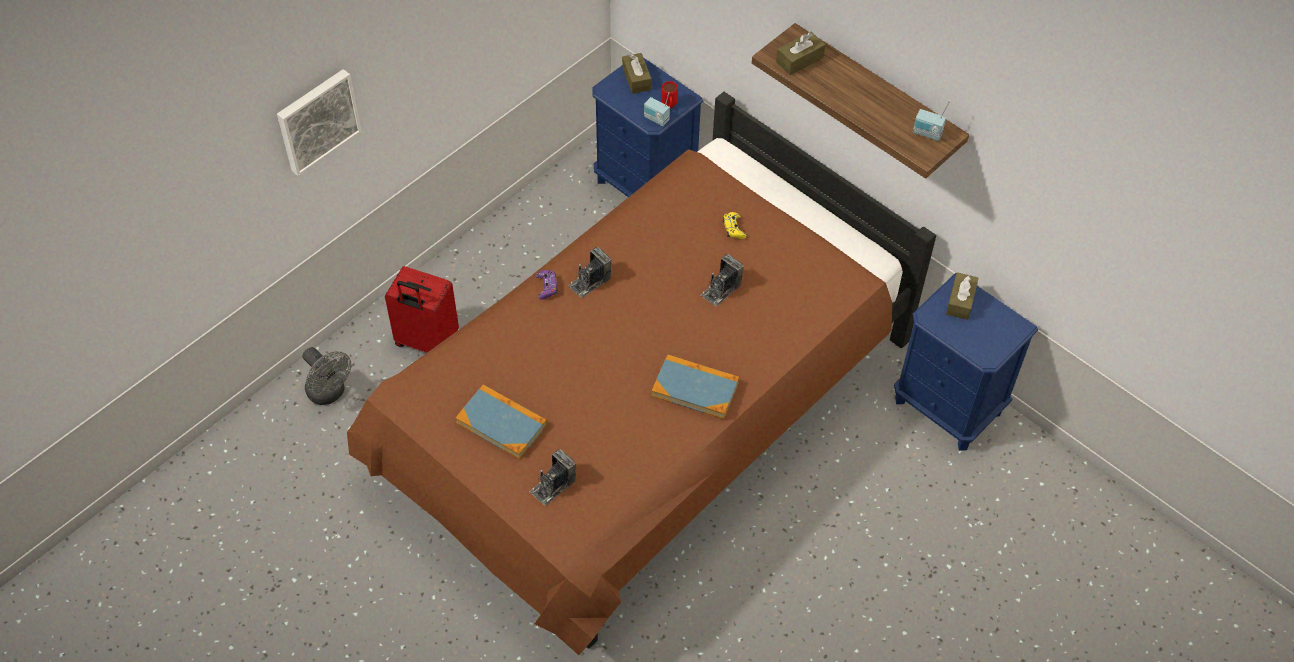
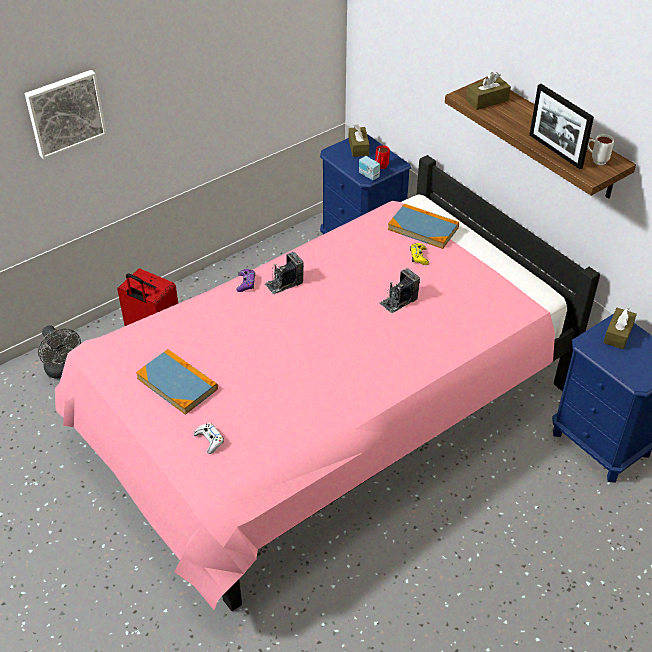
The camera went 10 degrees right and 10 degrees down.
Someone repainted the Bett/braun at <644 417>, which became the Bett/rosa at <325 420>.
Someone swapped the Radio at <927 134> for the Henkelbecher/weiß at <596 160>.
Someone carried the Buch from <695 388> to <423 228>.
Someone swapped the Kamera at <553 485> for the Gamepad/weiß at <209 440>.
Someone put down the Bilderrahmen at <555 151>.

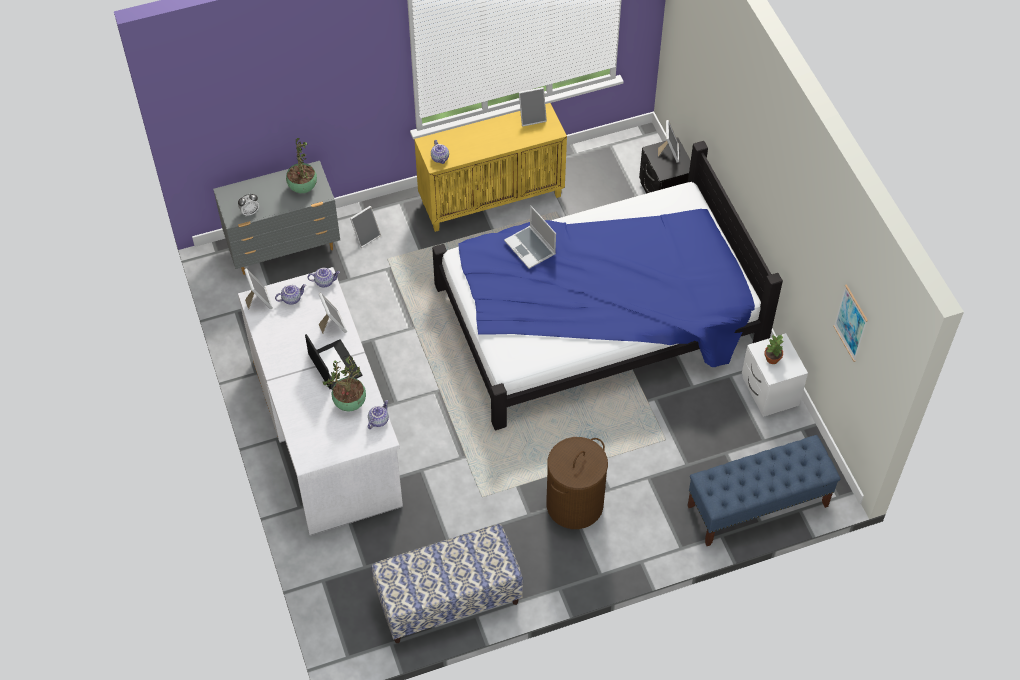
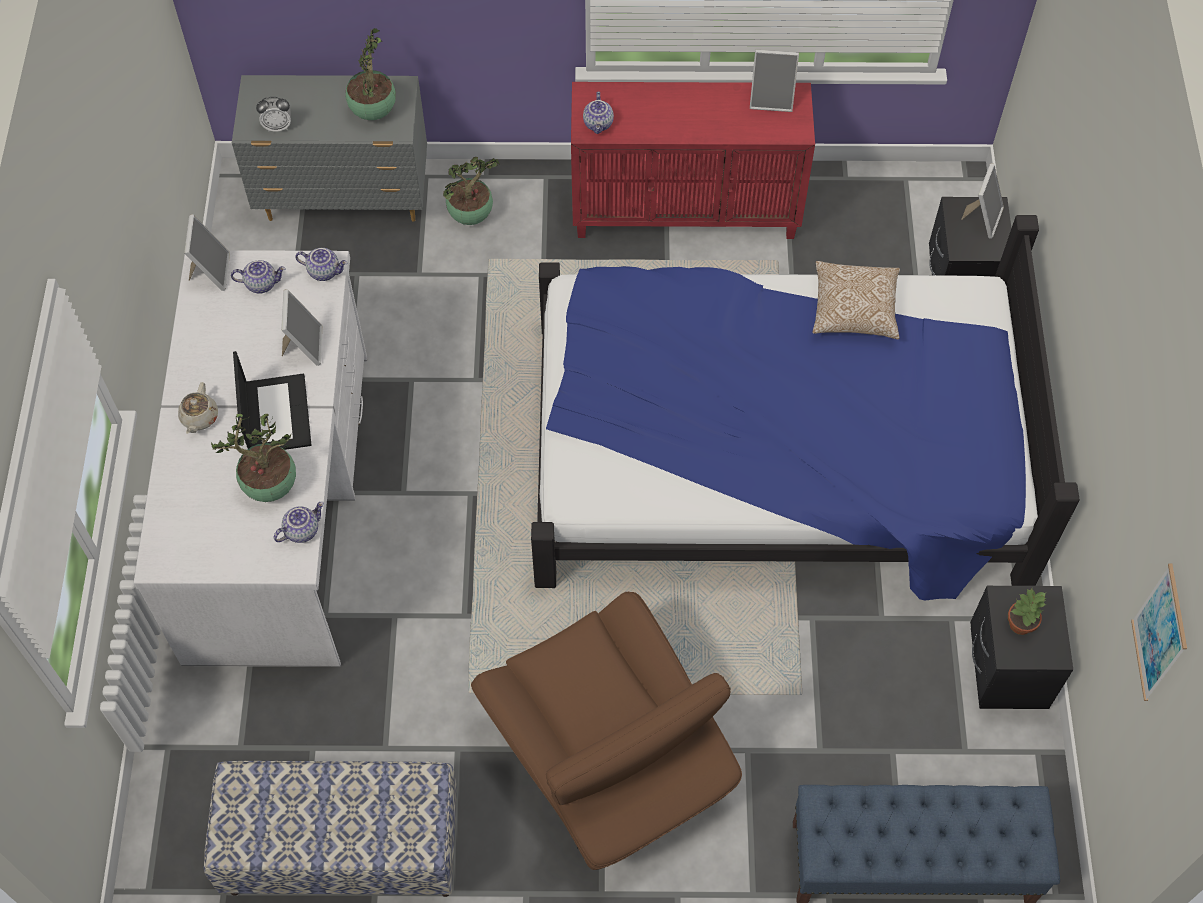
The camera went 20 degrees right and 5 degrees up.
Someone repainted the Schrank/gelb at <492 198>, which became the Schrank/rot at <686 211>.
Someone took away the Laptop at <531 248>.
Someone swapped the Bilderrahmen at <366 236> for the Topfpflanze at <472 215>.
Someone repainted the Nachttisch/weiß at <768 392>, which became the Nachttisch/schwarz at <1005 668>.
Someone swapped the Wäschekorb/braun at <574 505> for the Sessel/braun at <609 757>.
Someone put down the Kissen at <854 309>.
Someone put down the Teekanne/beige at <199 418>.

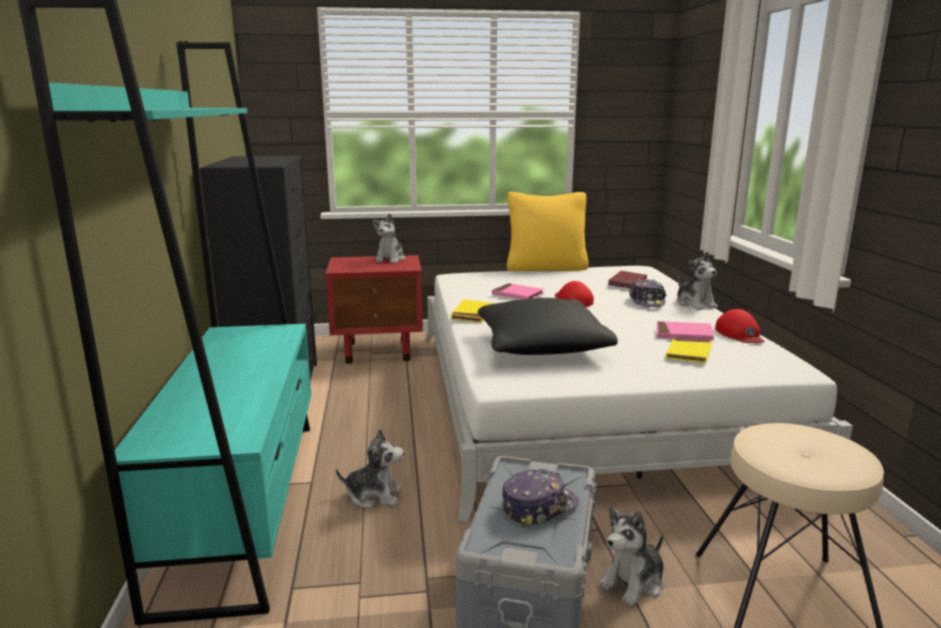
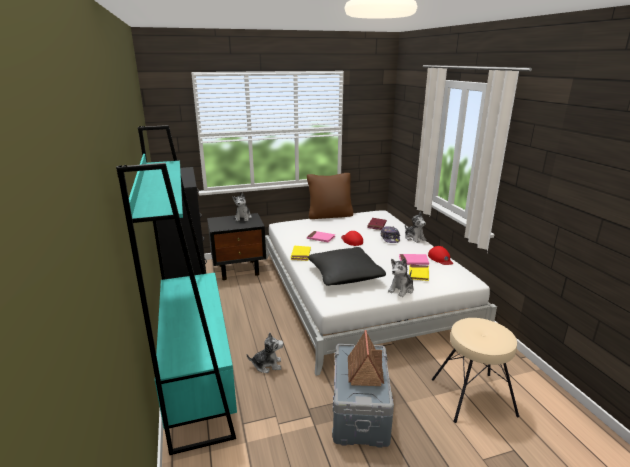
The camera went 10 degrees left and 5 degrees up.
Someone repainted the Kissen/gelb at <546 268>, which became the Kissen/braun at <329 215>.
Someone repainted the Nachttisch/rot at <379 351>, which became the Nachttisch/schwarz at <239 270>.
Someone swapped the Kappe at <538 506> for the Spielzeughaus at <364 371>.
Someone carried the Plüschtier from <634 582> to <401 289>.

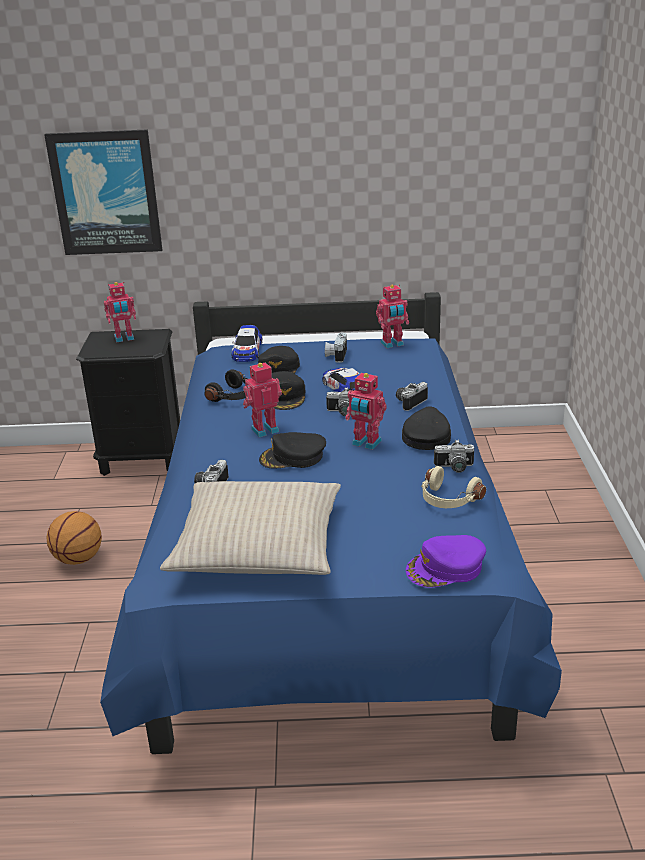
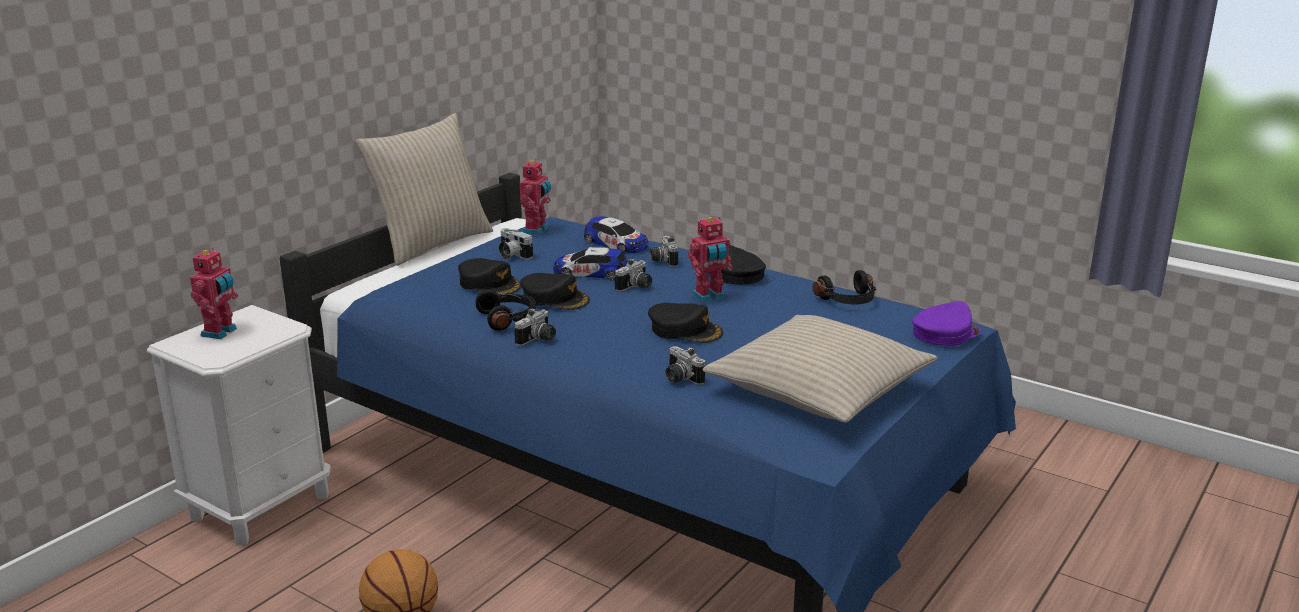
The camera went 55 degrees left and 5 degrees down.
Someone took away the Bild at <106 193>.
Someone carried the Spielzeugauto from <247 351> to <616 244>.
Someone repainted the Nachttisch/schwarz at <142 459>, which became the Nachttisch/weiß at <260 506>.
Someone took away the Spielzeugroboter at <264 429>.
Someone rotated the Kappe/schwarz at <293 457> by 90 degrees counterclockwise.
Someone carried the Kamera from <454 468> to <538 340>.
Someone repainted the Kopfhörer/beige at <448 500>, which became the Kopfhörer/schwarz at <848 301>.
Someone rotated the Kappe/lila at <446 568> by 135 degrees counterclockwise.
Someone put down the Kissen/beige at <431 244>.

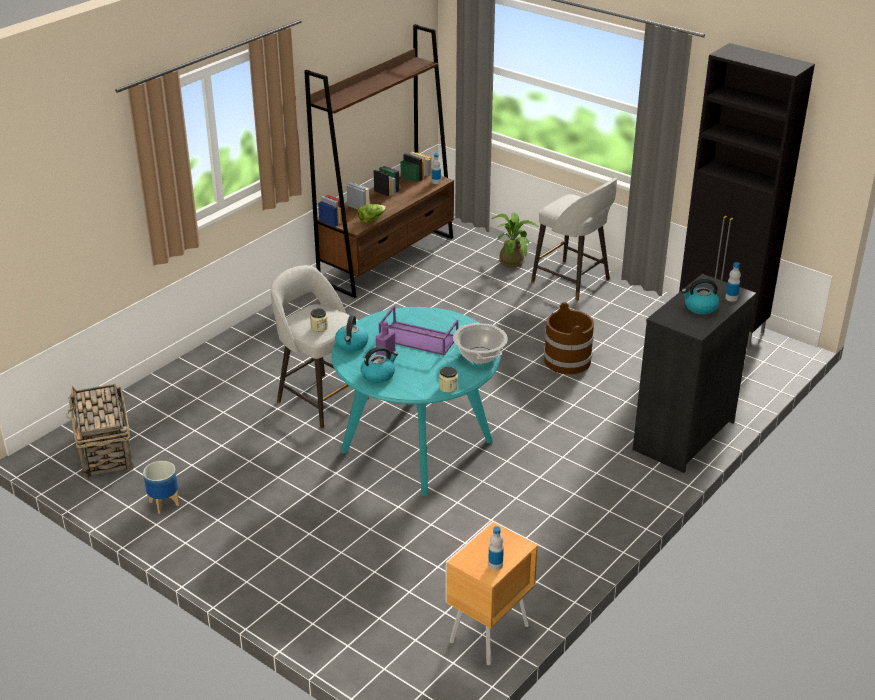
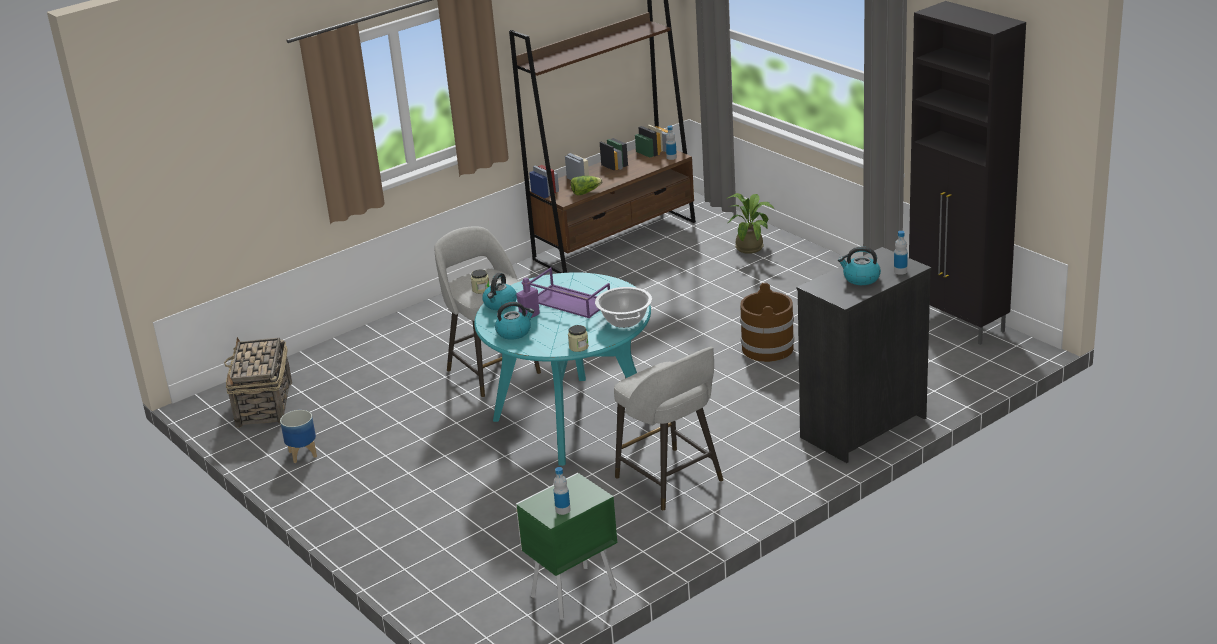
The camera went 15 degrees right and 5 degrees down.
Someone carried the Hocker/grau from <572 281> to <671 480>.
Someone repainted the Nachttisch/braun at <487 635>, which became the Nachttisch/grün at <571 593>.

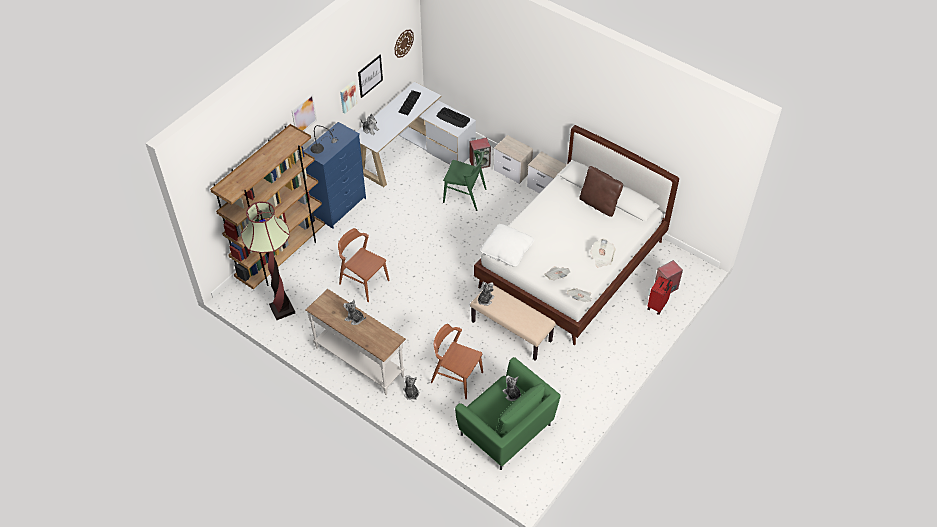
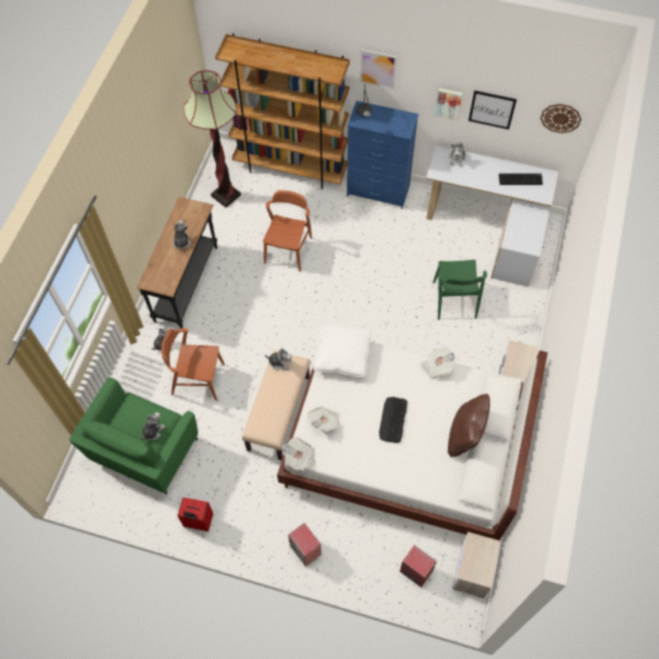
The camera went 70 degrees right and 10 degrees up.
Someone carried the Tastatur from <453 118> to <393 420>.
Someone carried the Nachttisch from <513 171> to <472 572>.
Someone carried the Lautsprecher from <480 163> to <306 550>.
Someone carried the Zeitung from <601 258> to <436 366>.
Someone carried the Koffer/rot from <657 306> to <198 522>.
Someone repainted the Konsolentisch/weiß at <360 361>, which became the Konsolentisch/schwarz at <187 284>.
Someone rotated the Stuhl/braun at <456 377> by 90 degrees counterclockwise.

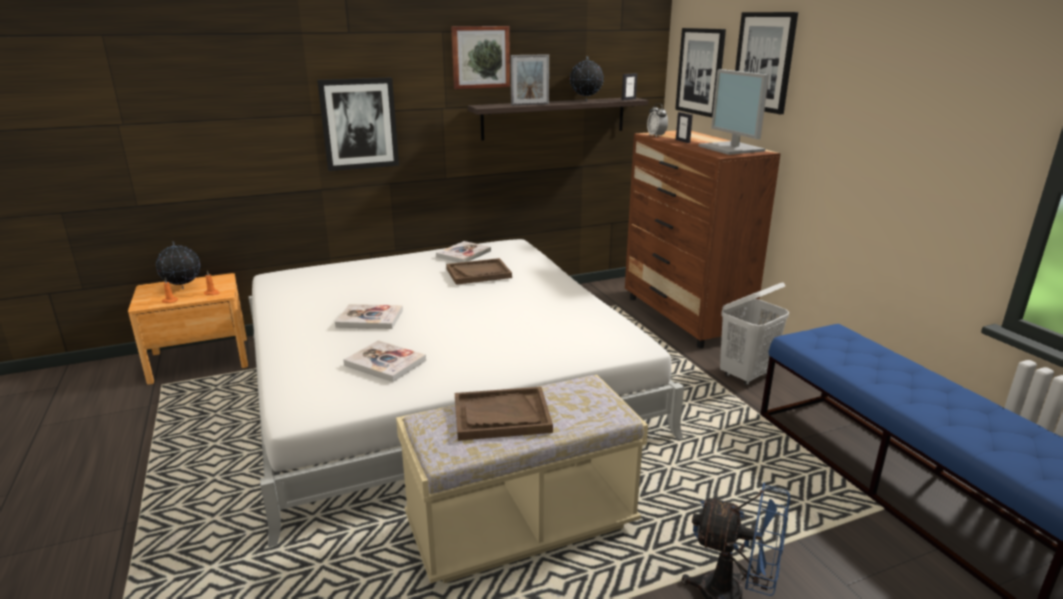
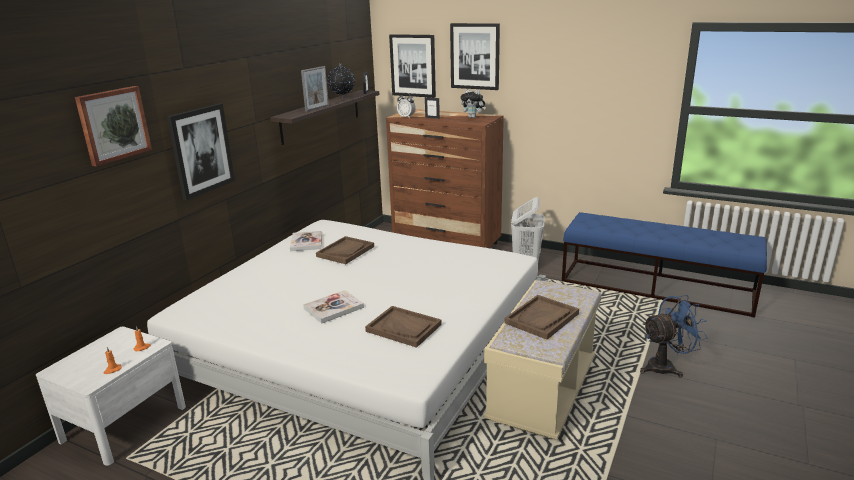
The camera went 40 degrees left and 0 degrees up.
Someone carried the Bild from <480 57> to <113 124>.
Someone swapped the Monitor at <732 149> for the Plüschtier at <473 117>.
Someone took away the Globus at <183 288>.
Someone repainted the Nachttisch/braun at <200 359>, which became the Nachttisch/weiß at <124 424>.
Someone swapped the Buch at <385 363> for the Tablett/braun at <404 328>.

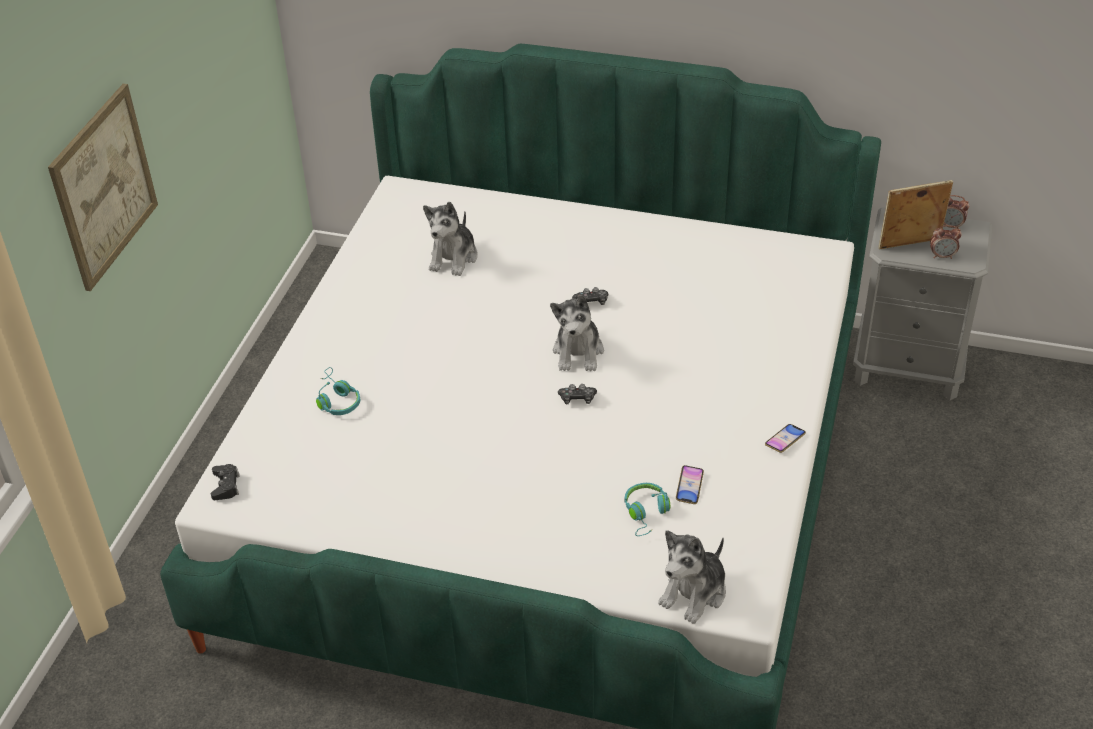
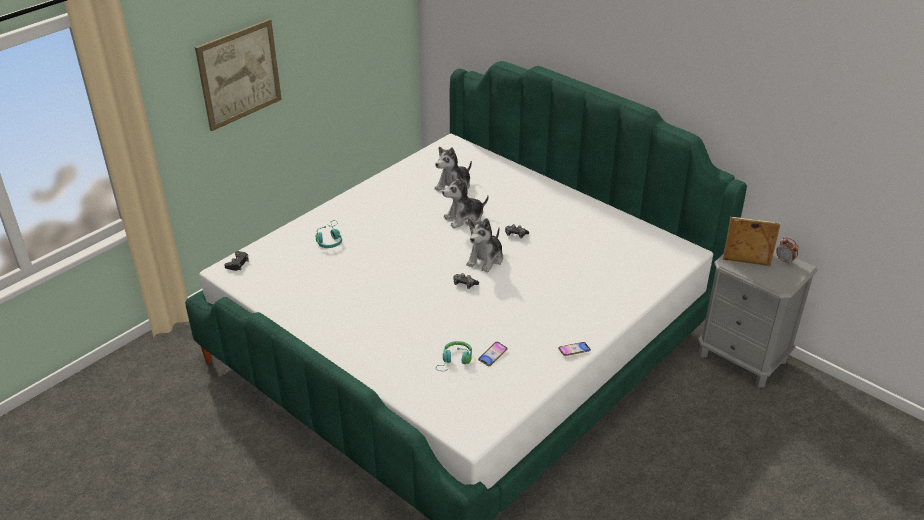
The camera went 25 degrees right and 5 degrees down.
Someone took away the Wecker at <942 256>.
Someone carried the Plüschtier from <694 593> to <464 218>.

